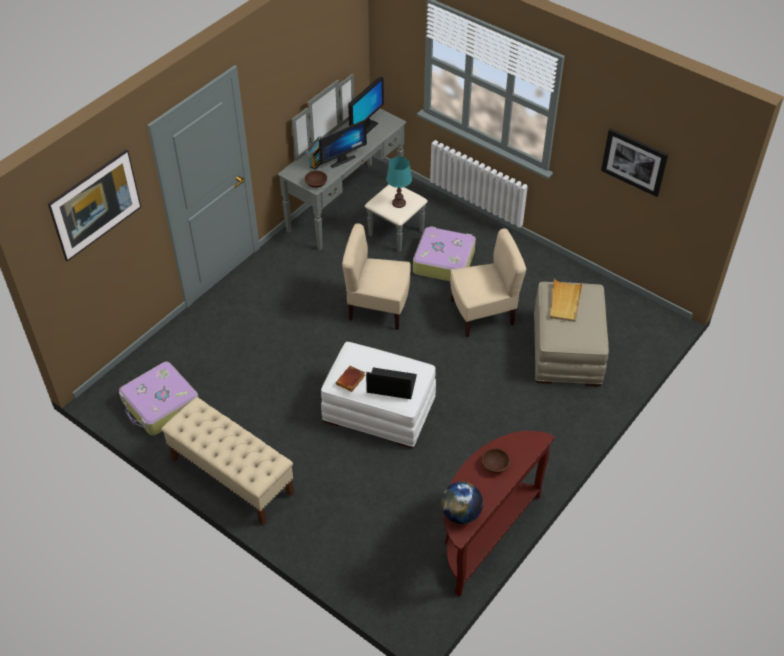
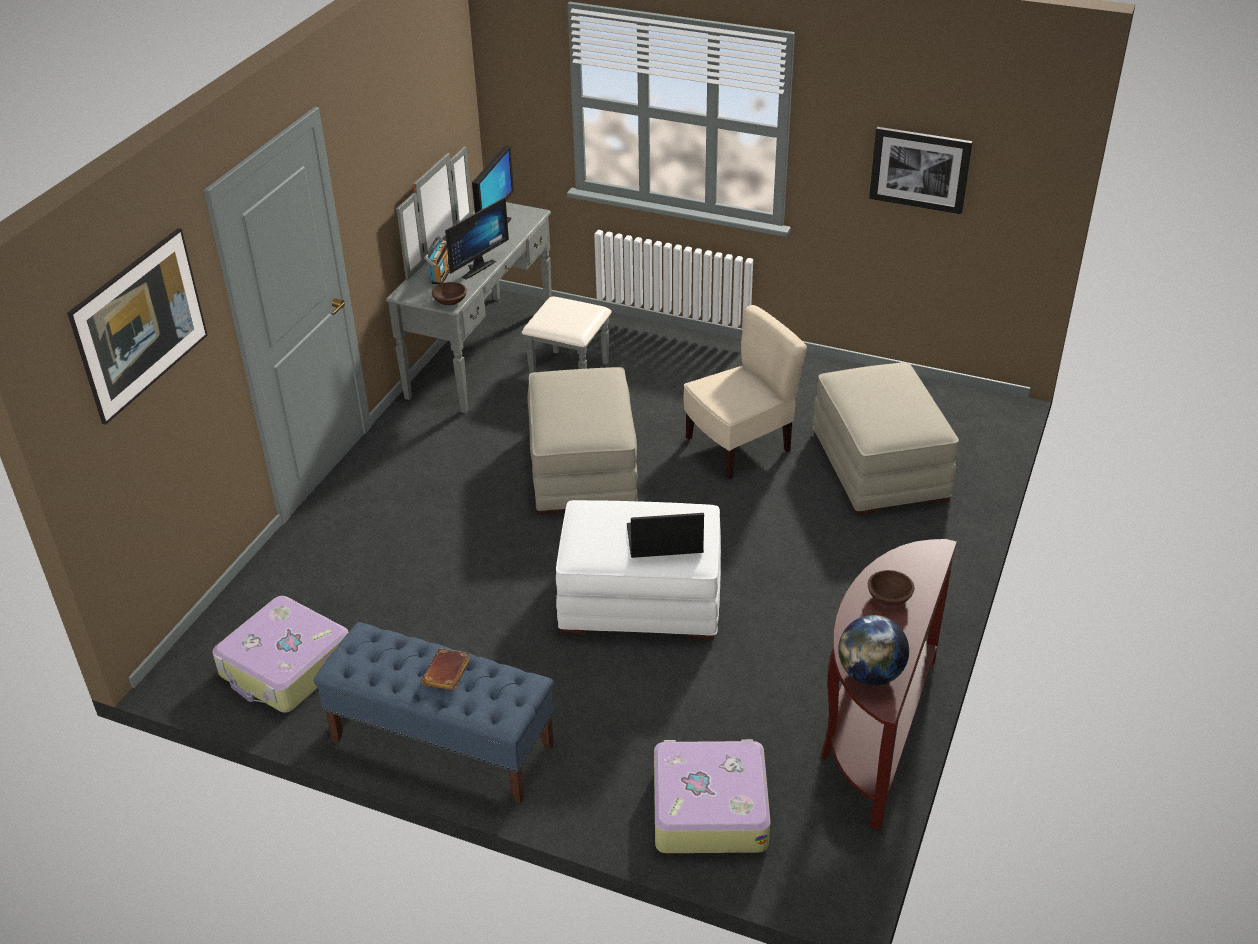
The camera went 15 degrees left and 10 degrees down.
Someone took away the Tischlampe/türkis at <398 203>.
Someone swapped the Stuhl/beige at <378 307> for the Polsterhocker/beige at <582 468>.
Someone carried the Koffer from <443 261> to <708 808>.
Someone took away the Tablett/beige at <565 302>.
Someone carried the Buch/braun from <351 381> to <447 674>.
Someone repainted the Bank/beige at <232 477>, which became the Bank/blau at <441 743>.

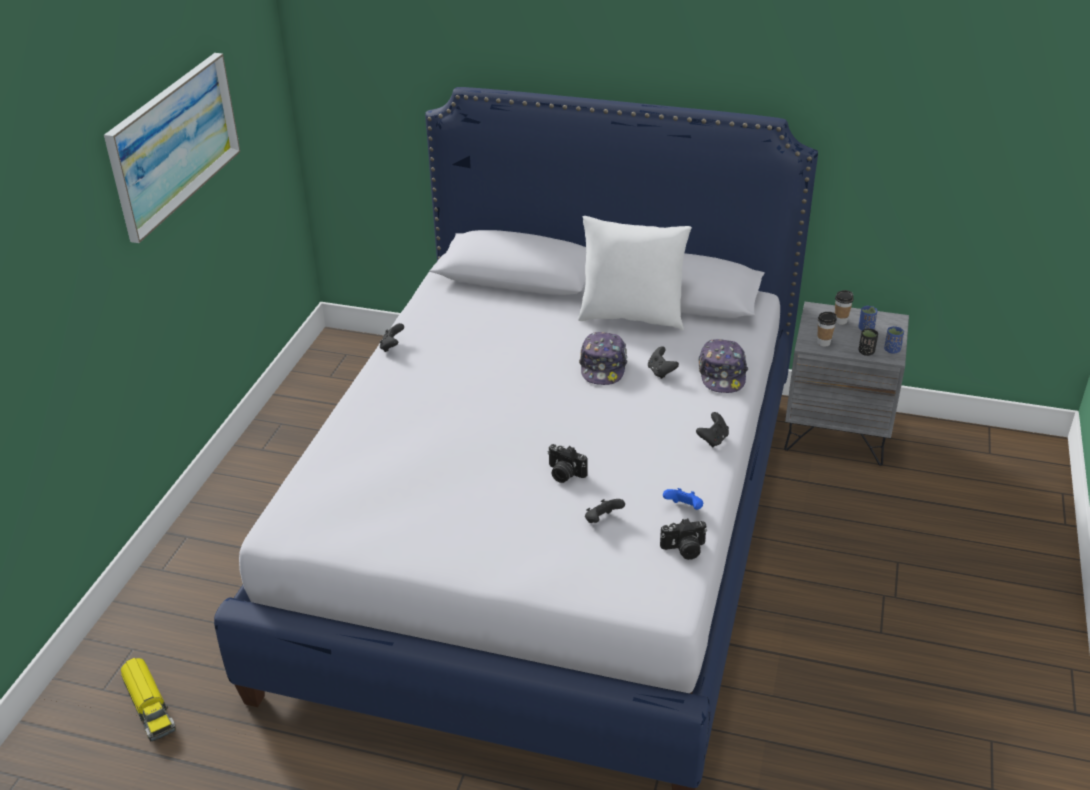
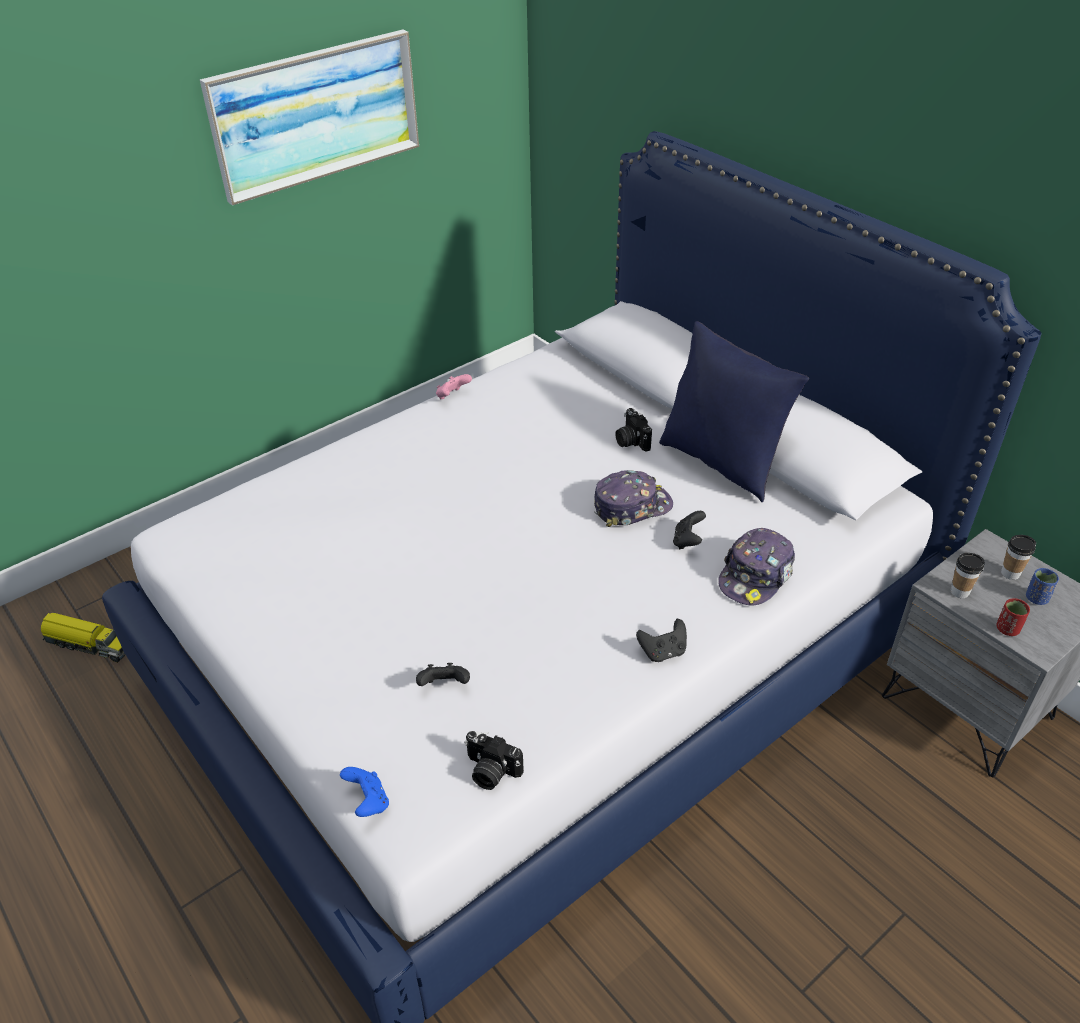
The camera went 35 degrees right and 5 degrees up.
Someone repainted the Kissen/weiß at <631 317>, which became the Kissen/blau at <721 462>.
Someone repainted the Gamepad/schwarz at <392 346>, which became the Gamepad/rosa at <452 396>.
Someone took away the Tasse/blau at <892 350>.
Someone repainted the Tasse/schwarz at <866 352>, which became the Tasse/rot at <1007 629>.
Someone rotated the Kappe at <603 366> by 150 degrees counterclockwise.
Someone carried the Kamera from <564 474> to <631 441>.
Someone carried the Gamepad/blau from <684 509> to <368 802>.
Someone rotated the Spielzeuglaster at <149 706> by 75 degrees counterclockwise.

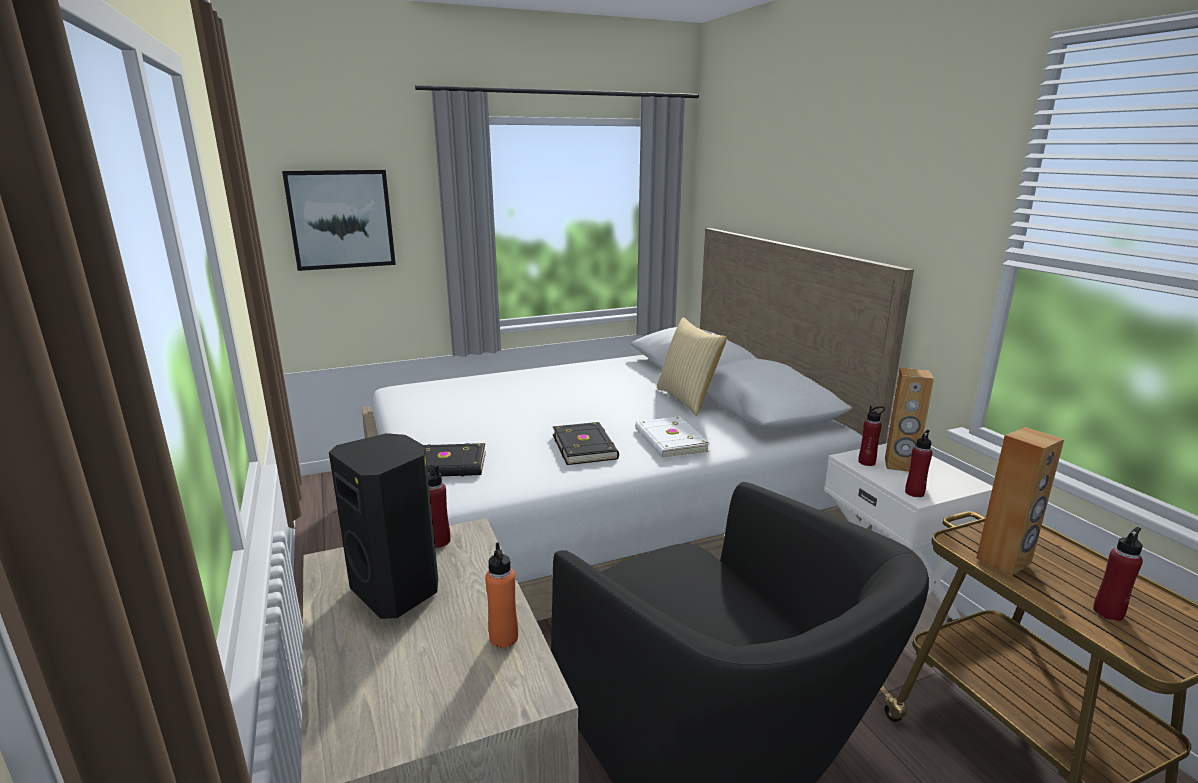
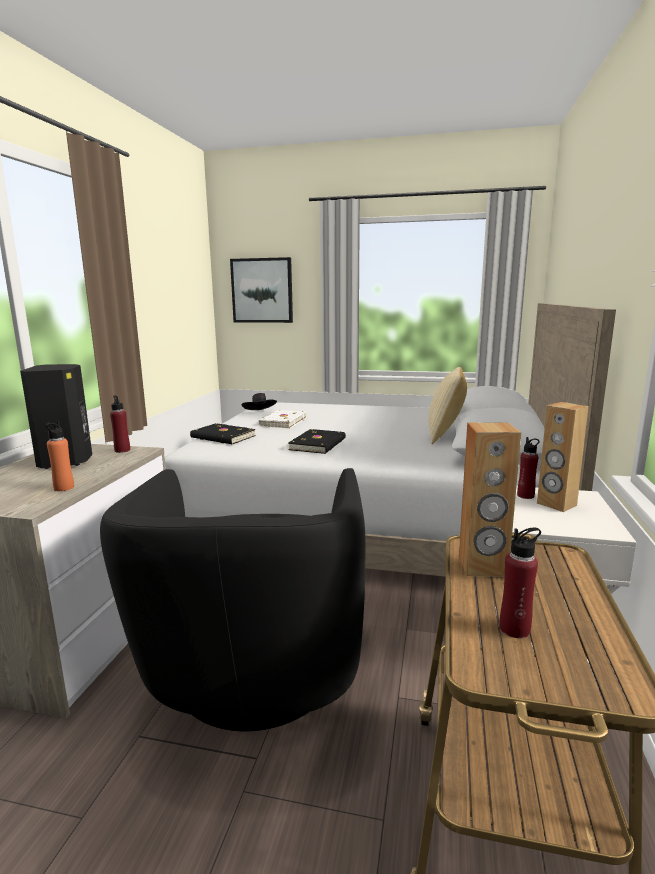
The camera went 35 degrees right and 5 degrees down.
Someone carried the Buch/weiß from <669 441> to <282 422>.
Someone took away the Flasche/rot at <914 493>.
Someone put down the Hut/schwarz at <260 413>.

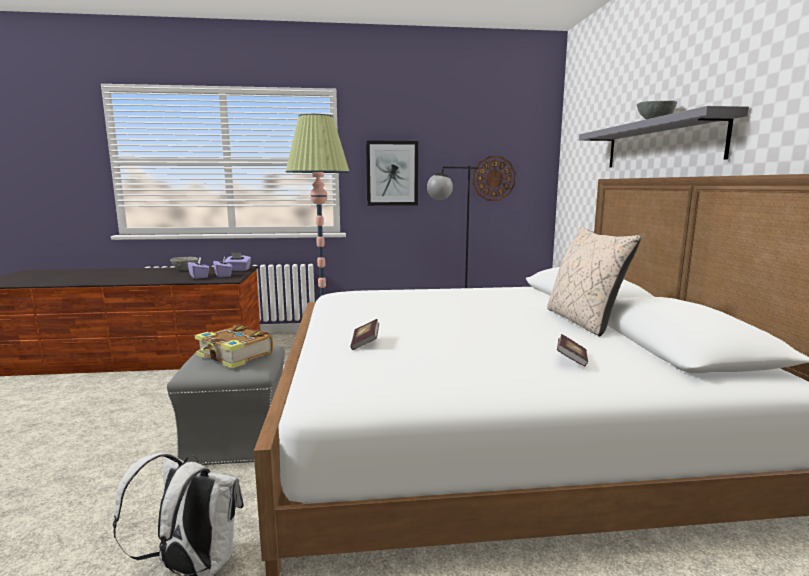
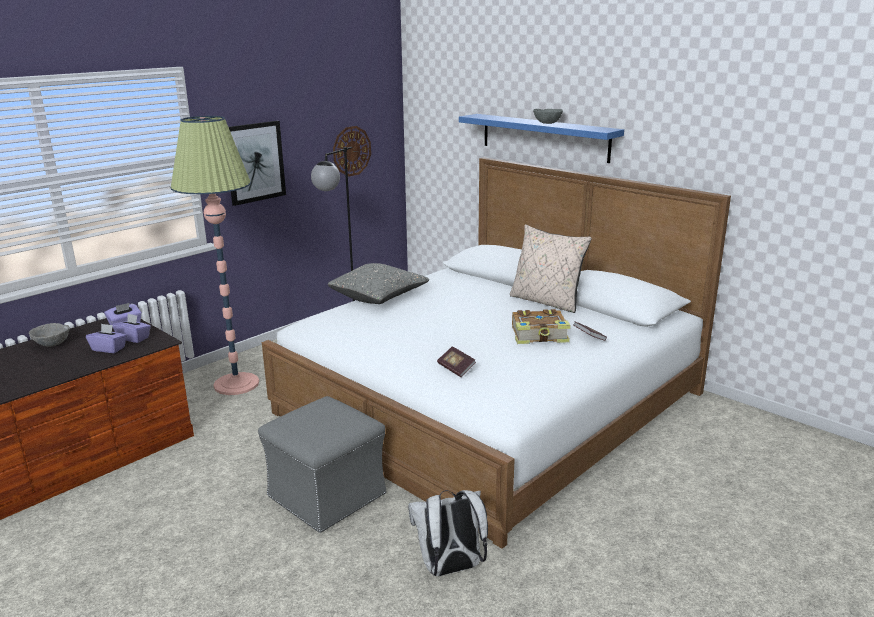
The camera went 40 degrees left and 10 degrees up.
Someone repainted the Wandregal/grau at <660 144>, which became the Wandregal/blau at <544 137>.
Someone carried the Buch from <235 356> to <540 335>.
Someone put down the Kissen/grau at <379 296>.

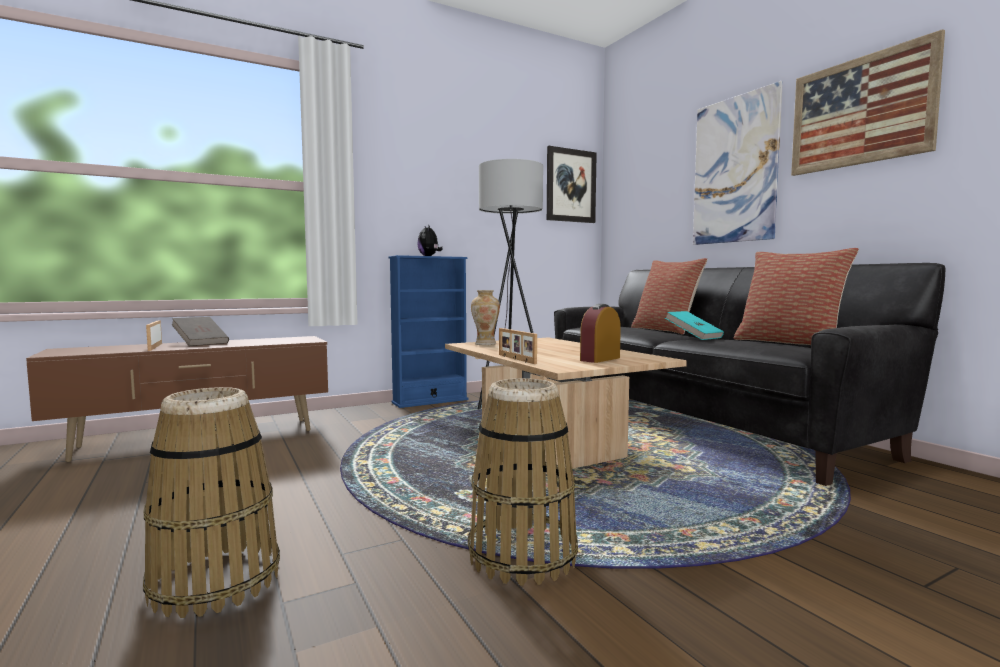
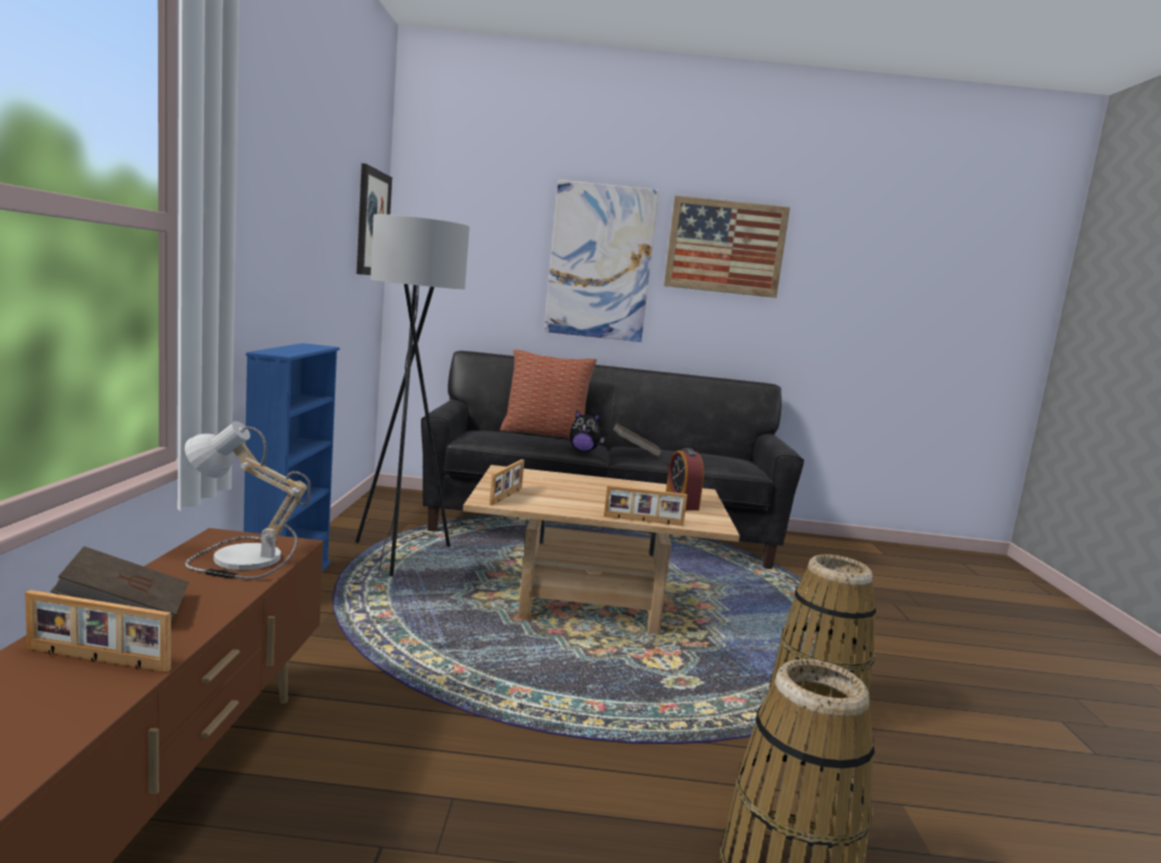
The camera went 60 degrees left and 5 degrees up.
Someone carried the Plüschtier from <429 256> to <584 451>.
Someone took away the Kissen at <789 343>.
Someone swapped the Vase at <485 344> for the Bilderrahmen at <507 496>.
Someone repainted the Buch/türkis at <693 337>, which became the Buch/braun at <635 452>.
Someone put down the Tischlampe at <239 559>.

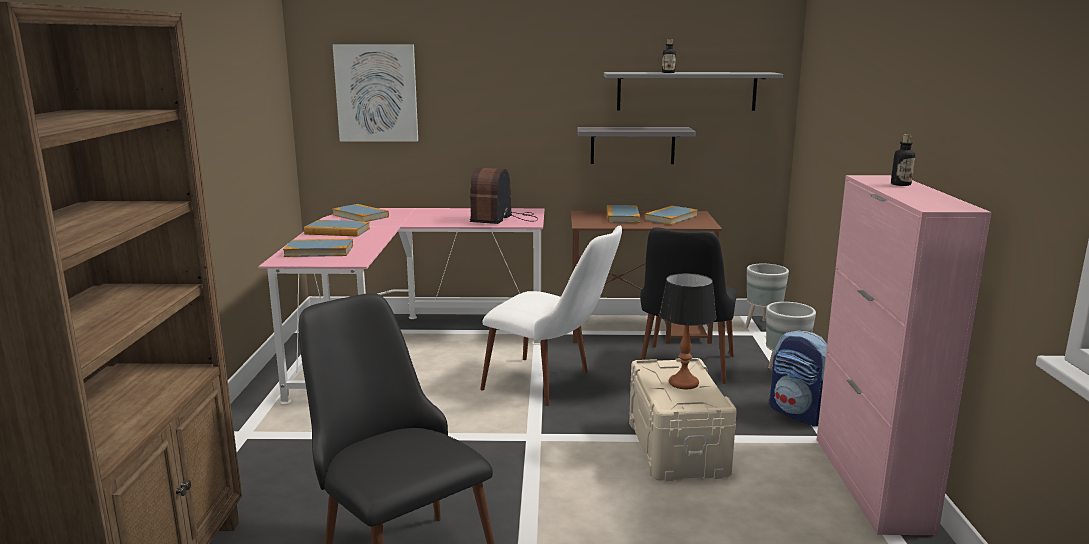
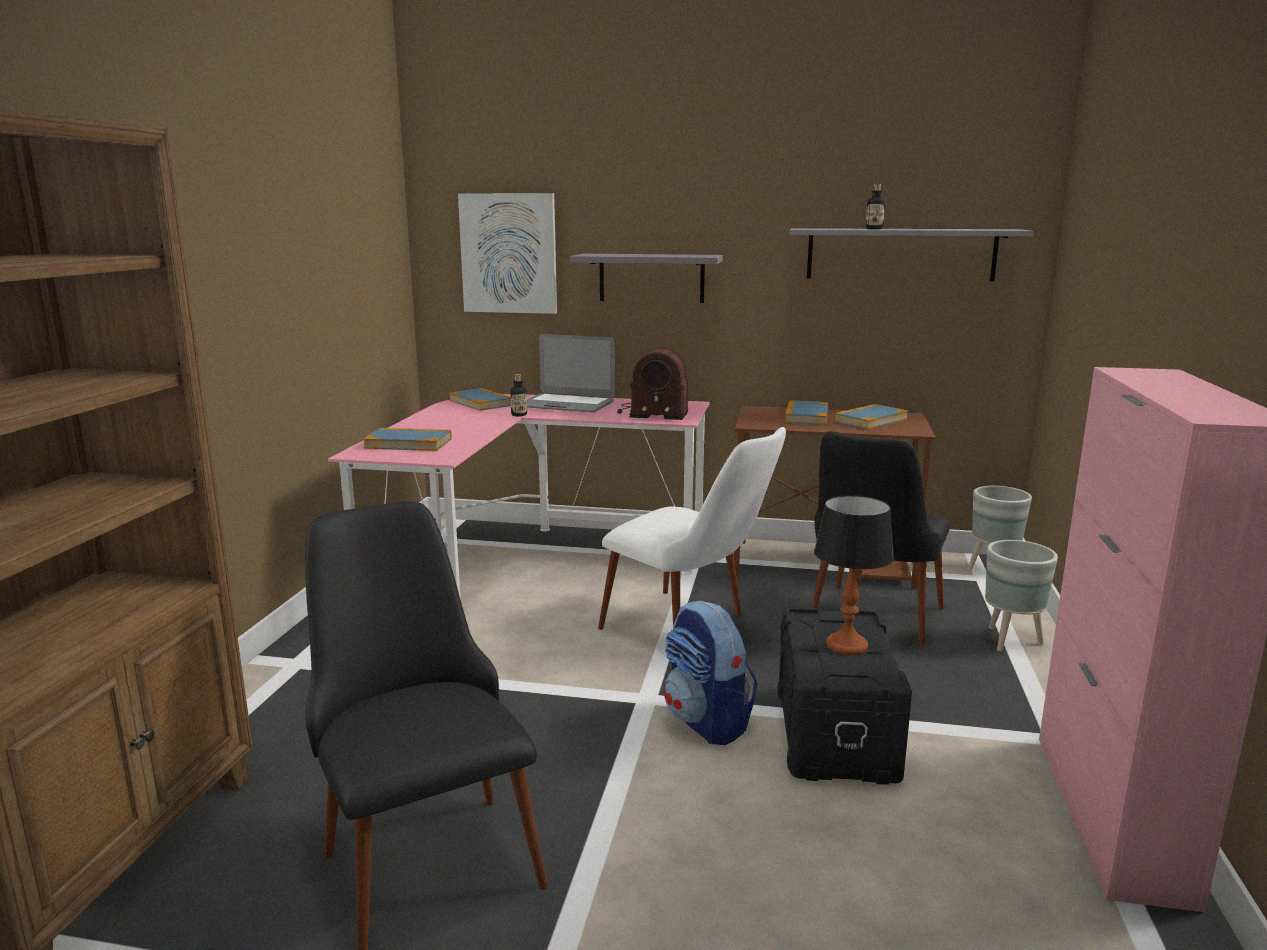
The camera went 10 degrees right and 0 degrees up.
Someone carried the Wandregal/grau from <632 145> to <651 278>.
Someone carried the Flasche from <900 184> to <519 415>.
Someone rotated the Radio at <504 219> by 105 degrees counterclockwise.
Someone took away the Buch at <337 231>.
Someone carried the Rucksack from <800 414> to <707 722>.
Someone repainted the Aufbewahrungsbox/beige at <678 448>, which became the Aufbewahrungsbox/schwarz at <837 732>.
Someone put down the Laptop at <566 405>.

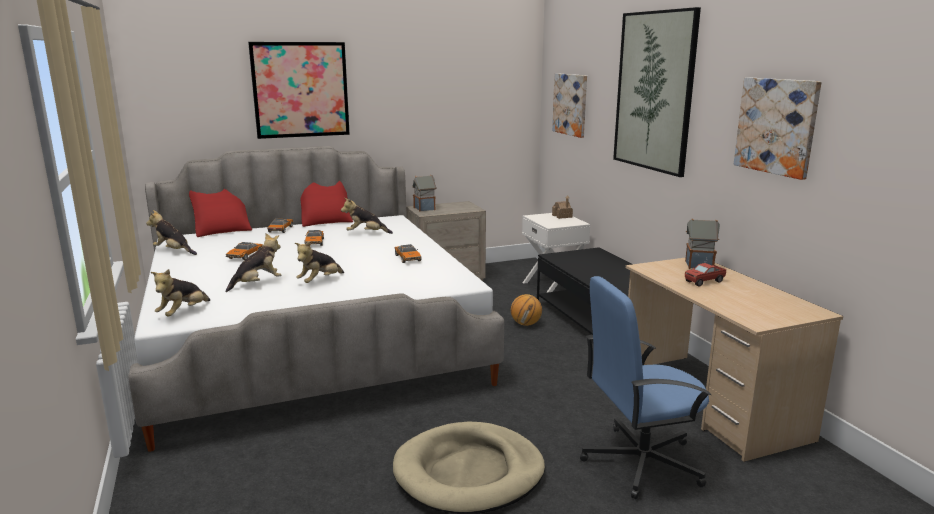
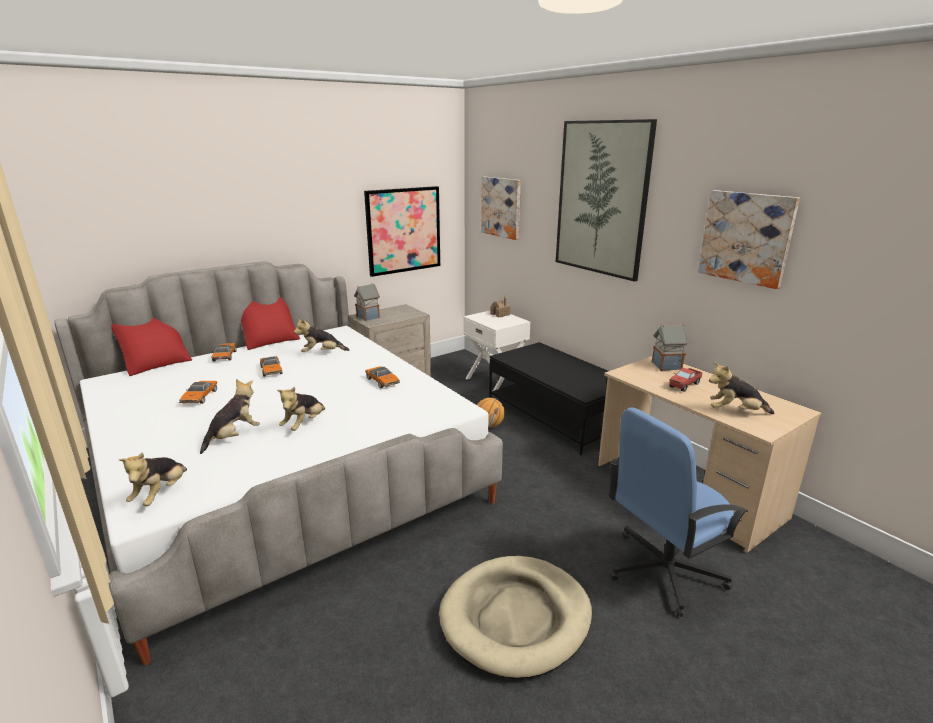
The camera went 15 degrees left and 5 degrees up.
Someone carried the Bild from <300 90> to <403 230>.
Someone carried the Plüschtier from <173 251> to <735 412>.

